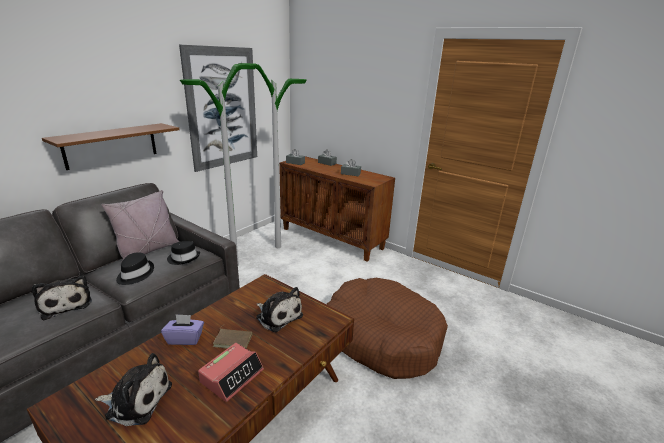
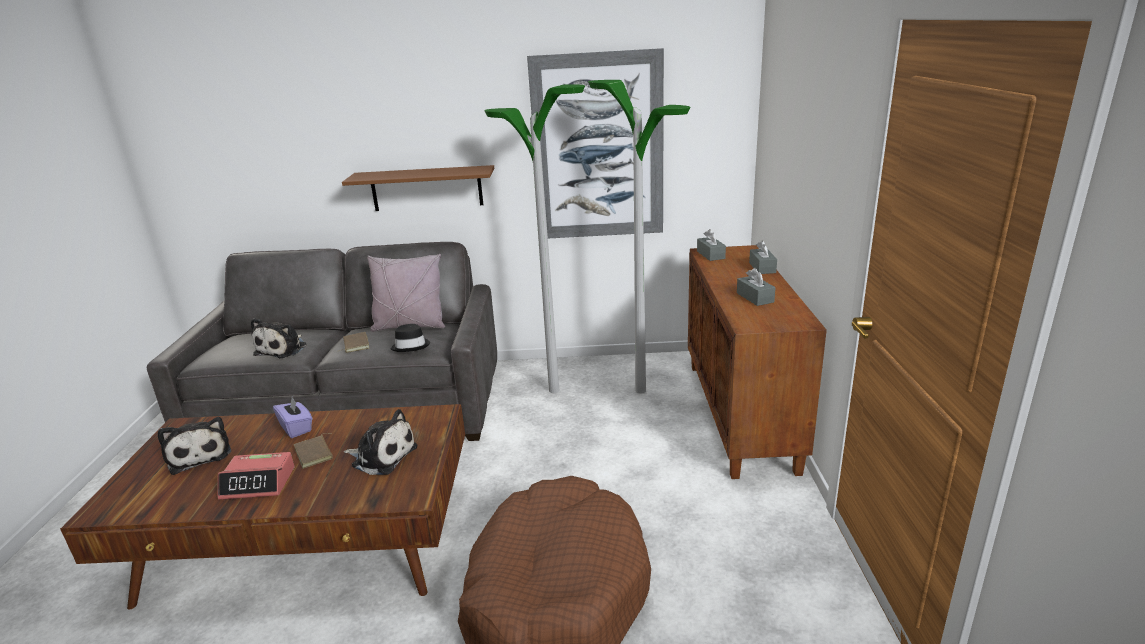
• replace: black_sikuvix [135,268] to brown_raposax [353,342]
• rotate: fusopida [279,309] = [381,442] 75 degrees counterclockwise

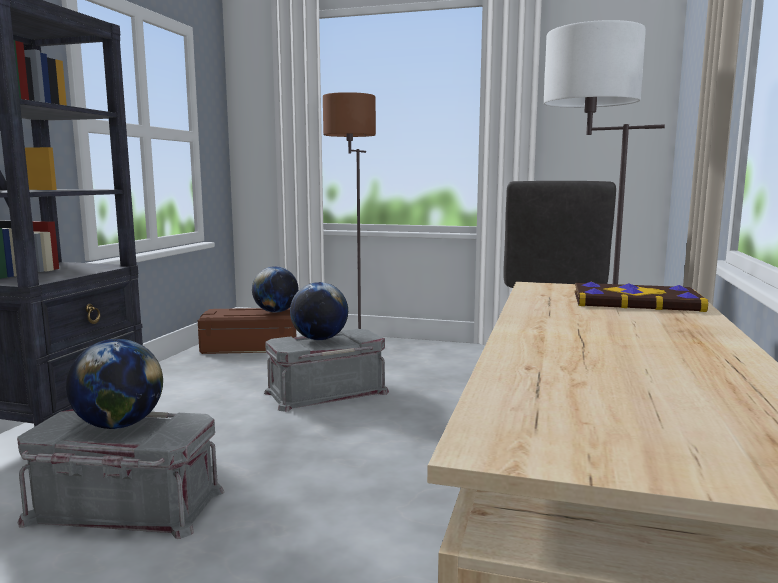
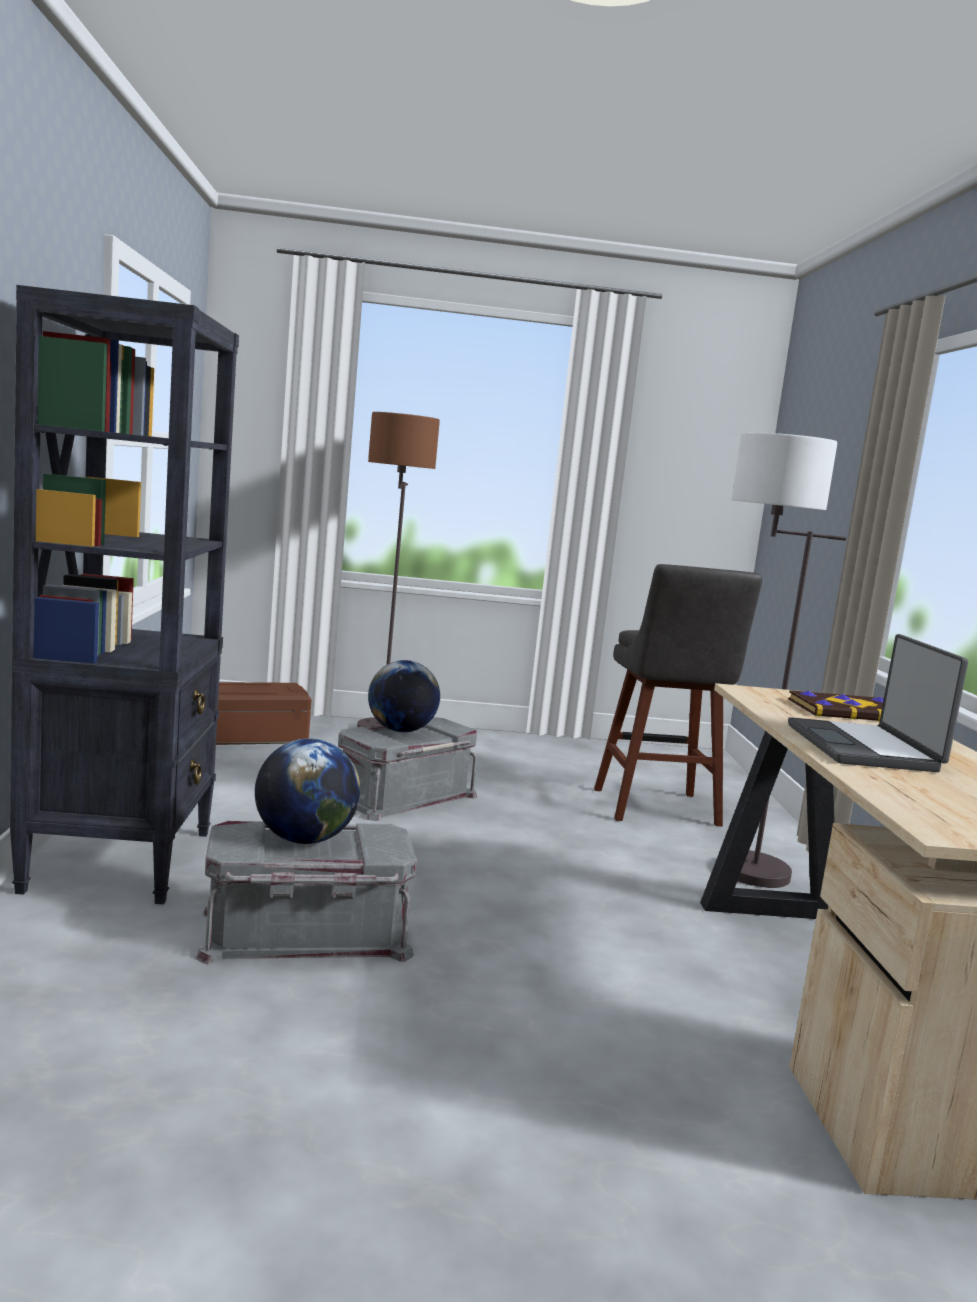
• delete: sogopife [275,289]
• insert: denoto [878,703]

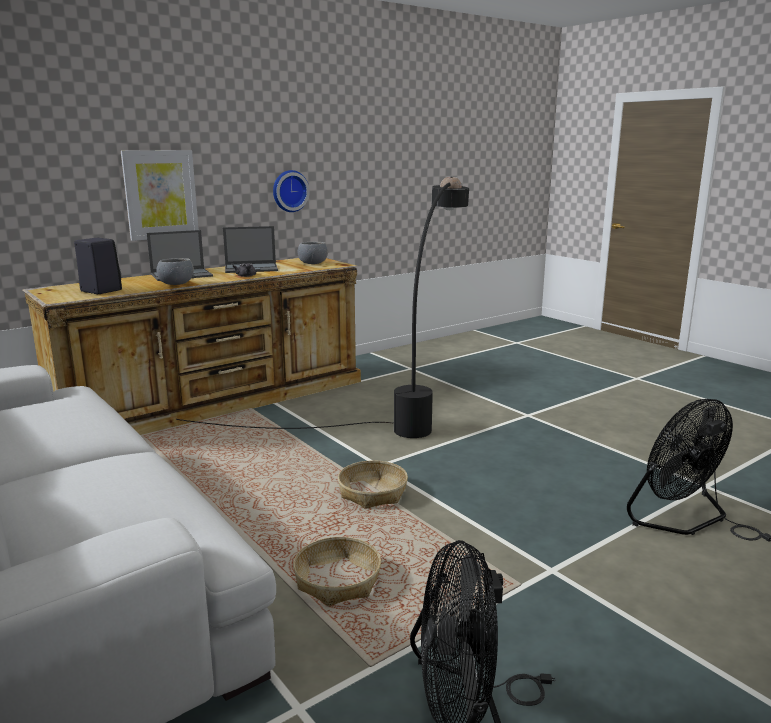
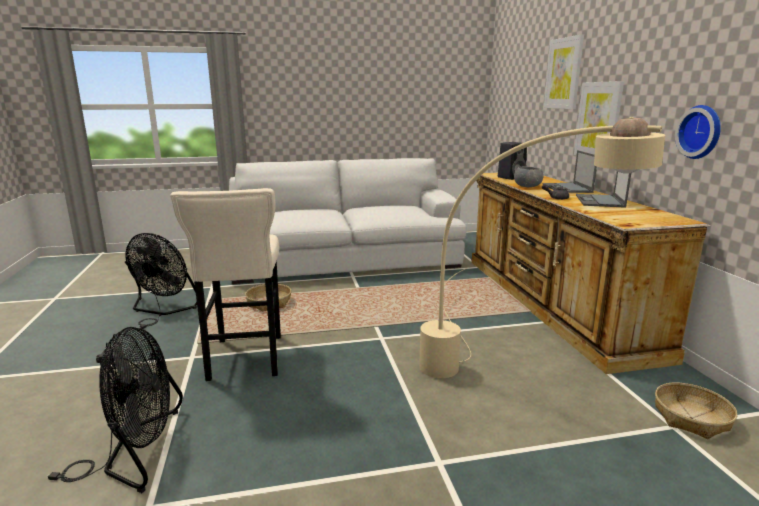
• recolor: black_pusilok [322,307] to beige_pusilok [542,247]
• delete: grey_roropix [313,253]
• move: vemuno [373,484] to [696,410]
• insert: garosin [564,71]
• insert: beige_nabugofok [225,284]

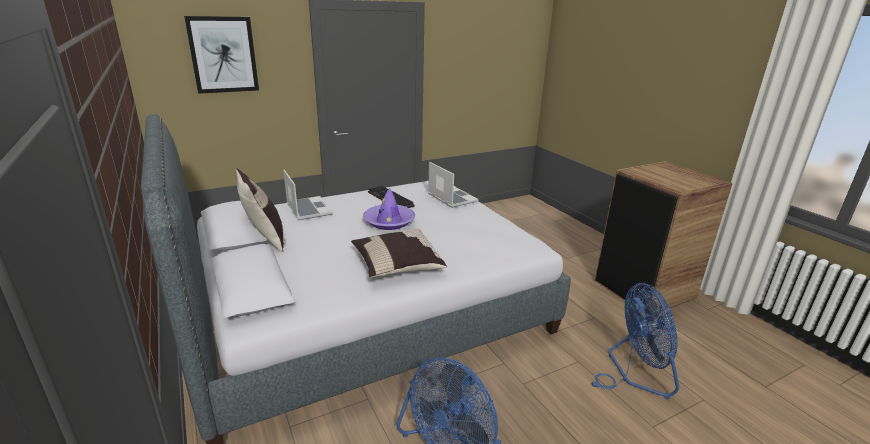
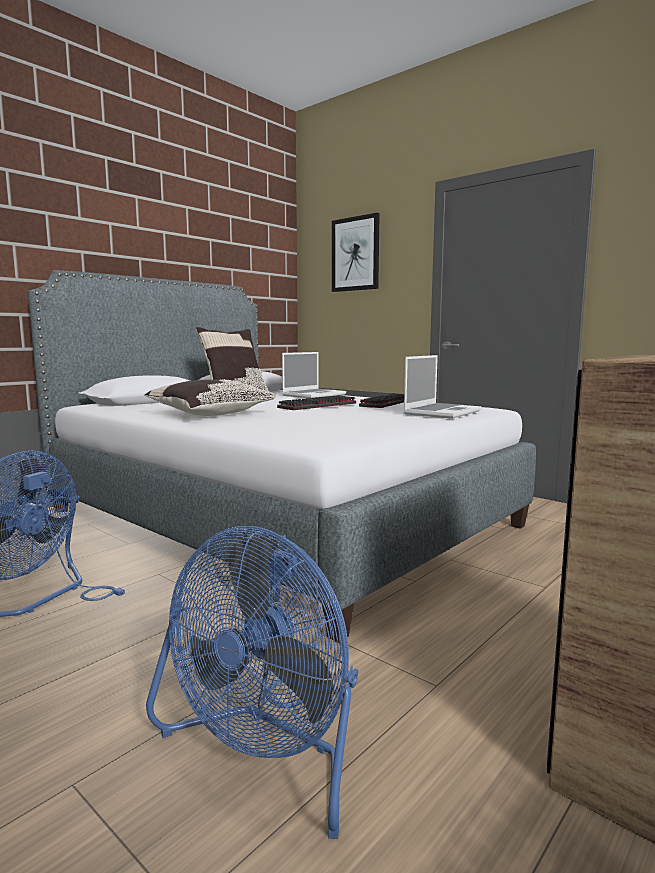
• replace: purple_sikuvix [389,208] to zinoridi [316,402]
• rotate: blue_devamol [634,341] = [252,682] 60 degrees clockwise

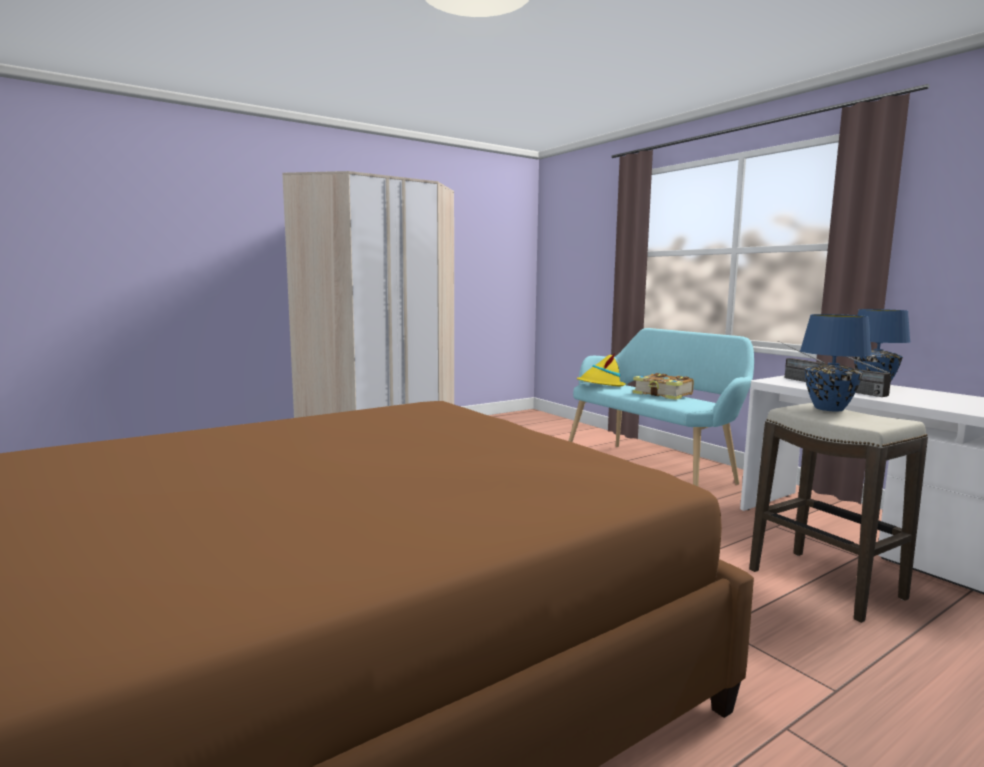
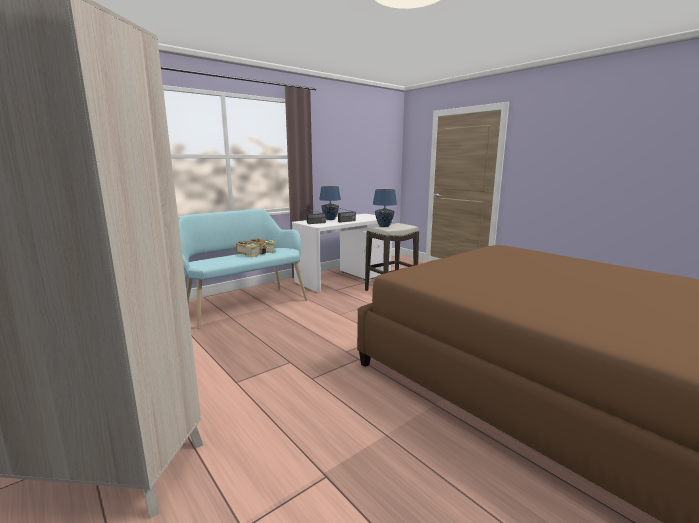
• delete: yellow_sikuvix [601,369]

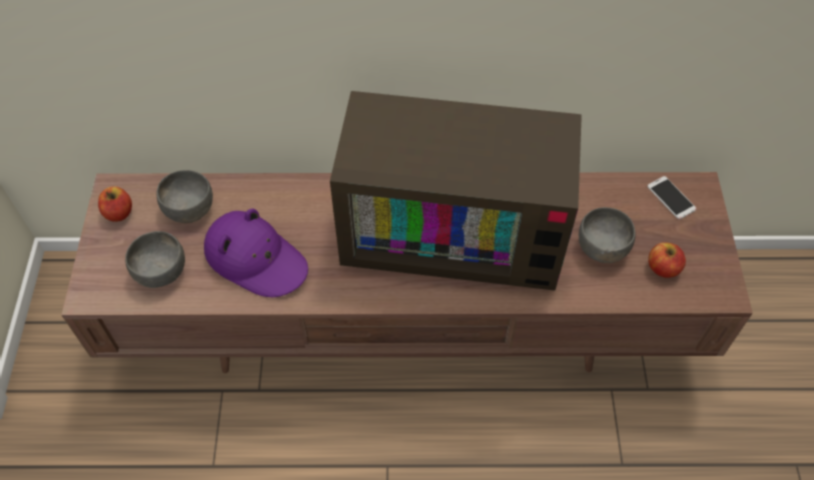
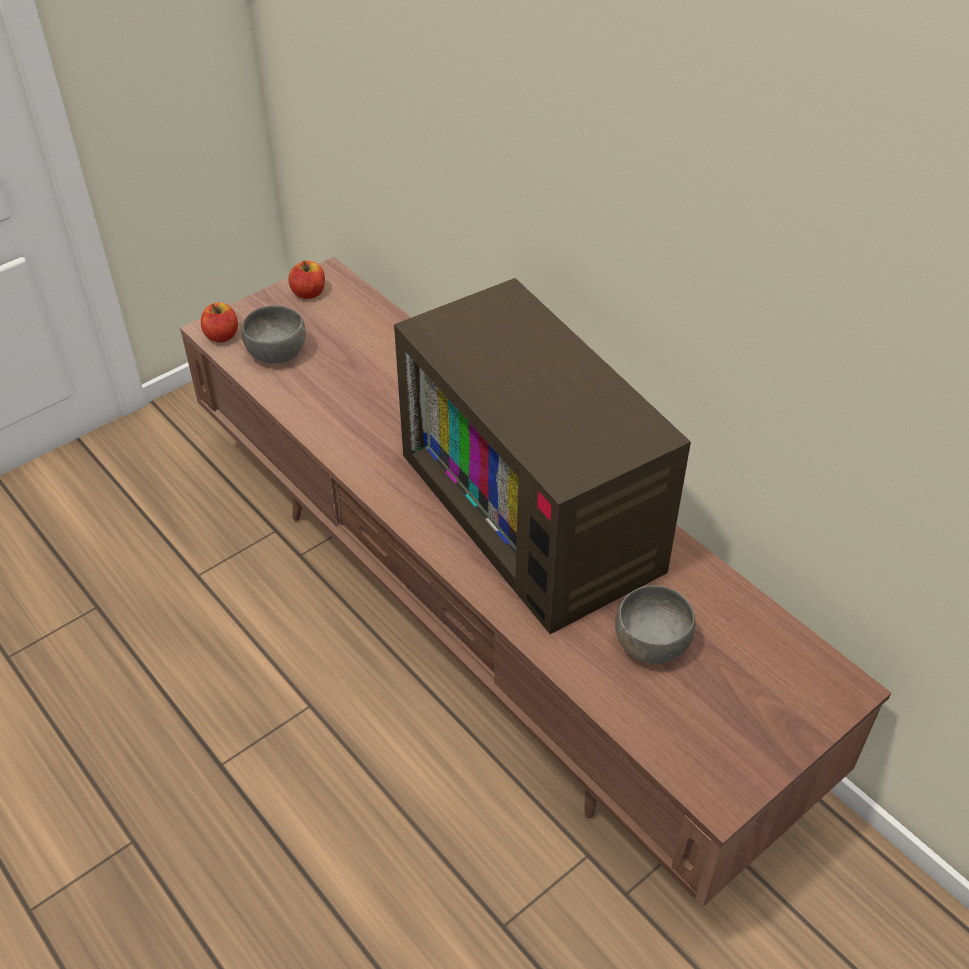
• delete: grey_roropix [185,196]
• delete: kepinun [671,197]
• delete: purple_sikuvix [256,253]
• move: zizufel [667,260] to [219,322]

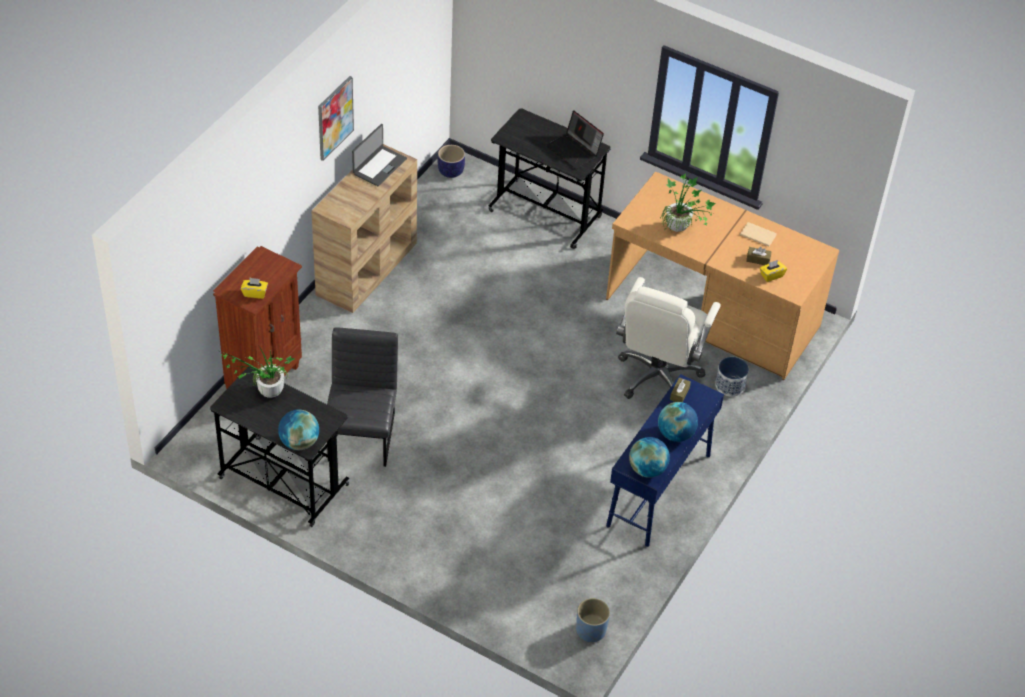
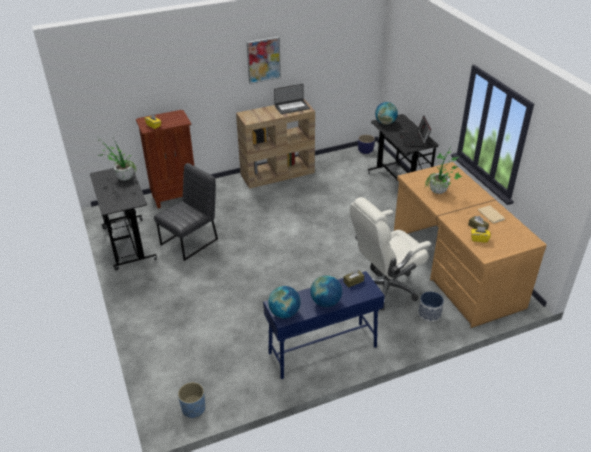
• move: sogopife [298,430] to [386,113]

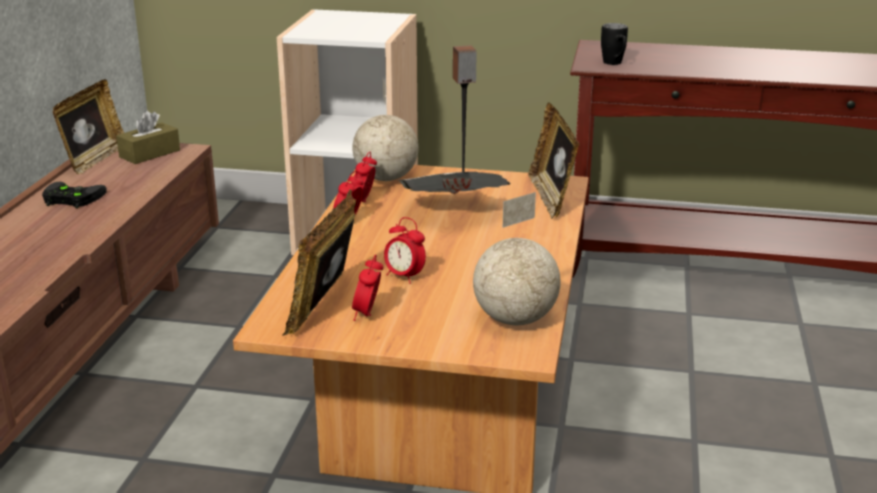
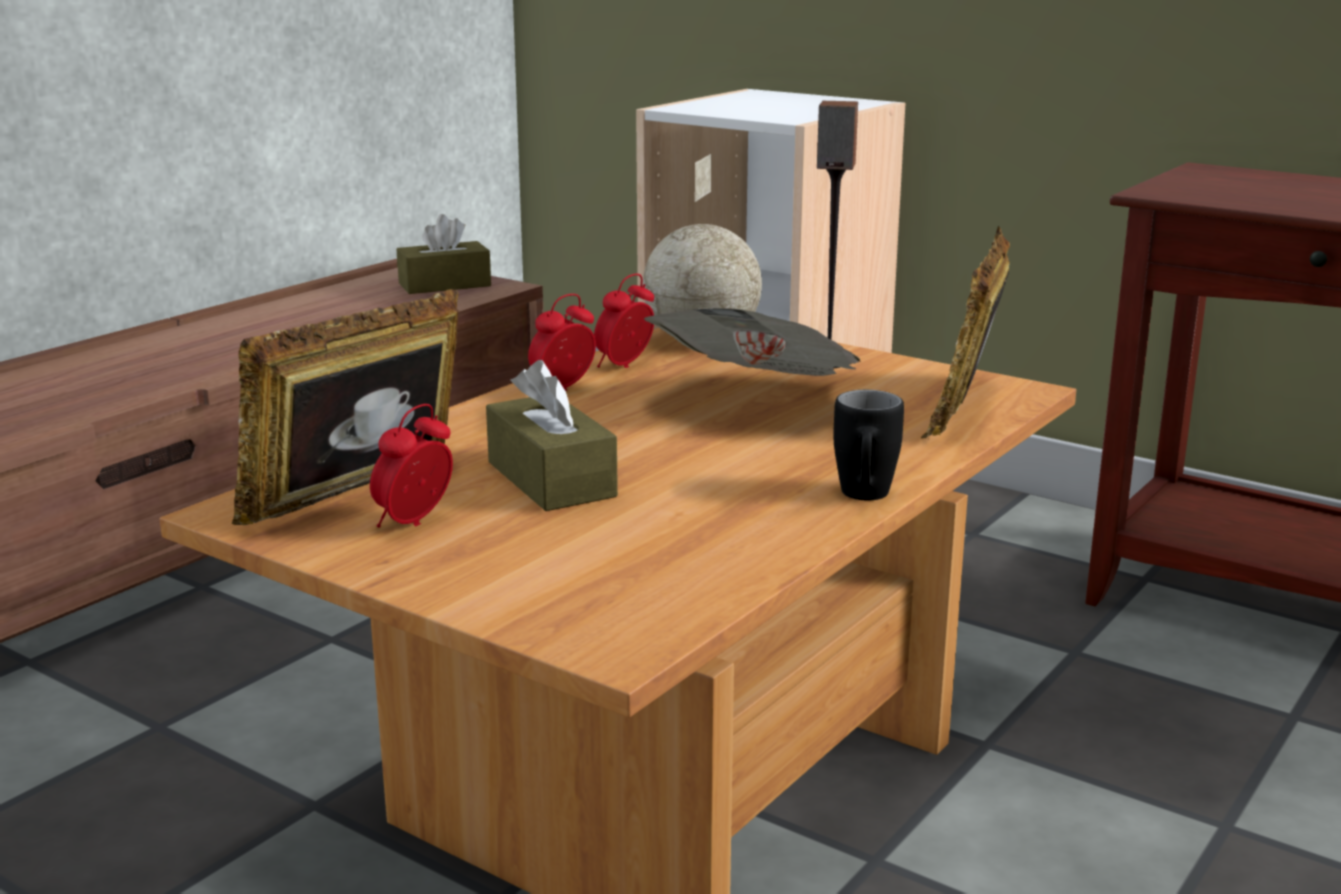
• move: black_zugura [614,44] to [868,445]
• delete: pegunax [88,126]
• delete: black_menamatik [74,195]
• delete: sogopife [517,258]
• replace: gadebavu [405,250] to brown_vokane [552,435]

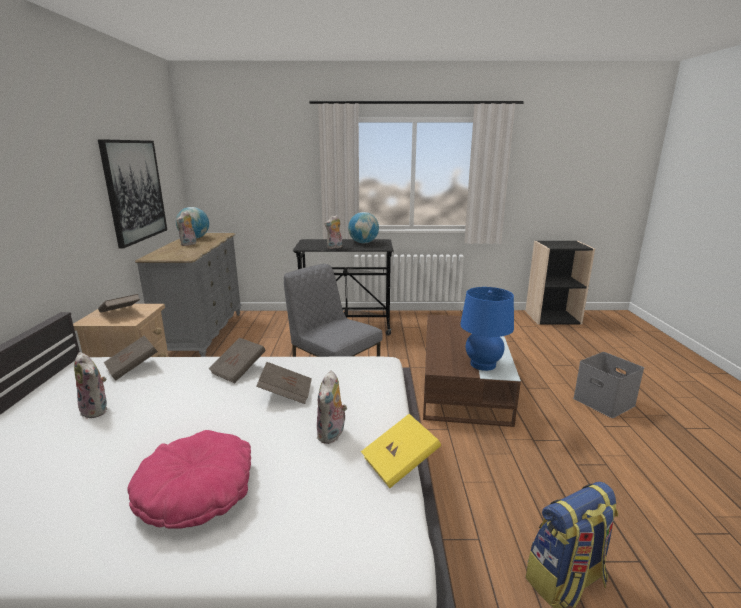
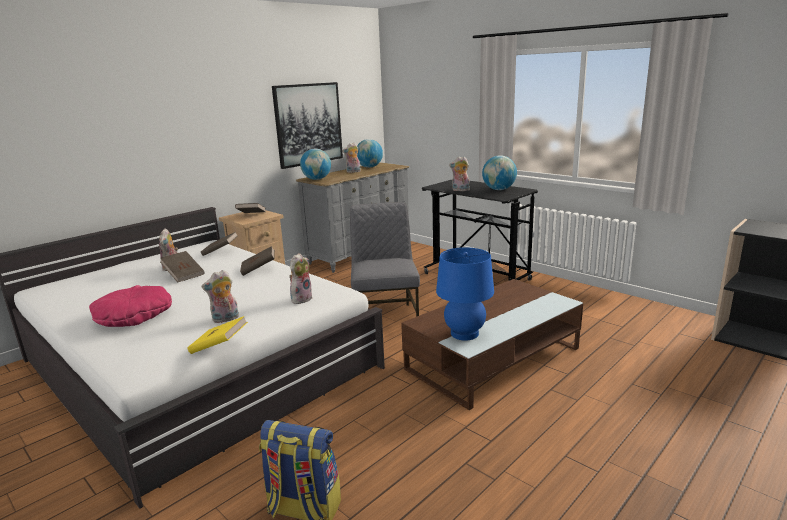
• delete: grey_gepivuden [608,385]
• move: brown_raposax [284,383] to [182,267]
• insert: sogopife [315,164]
• insert: fusopida [300,278]

